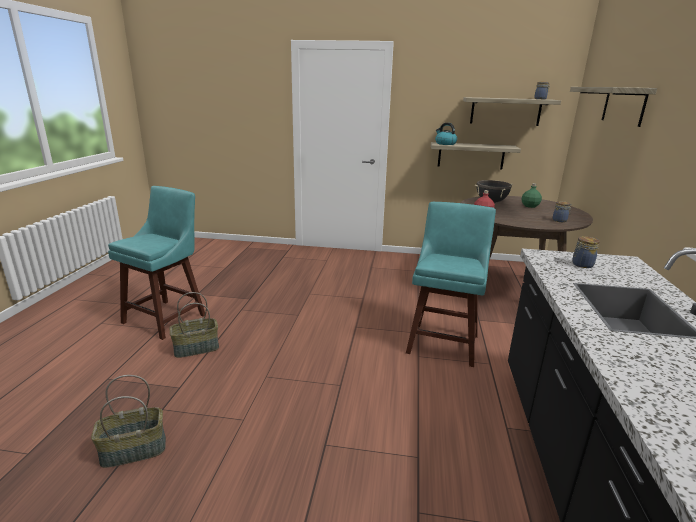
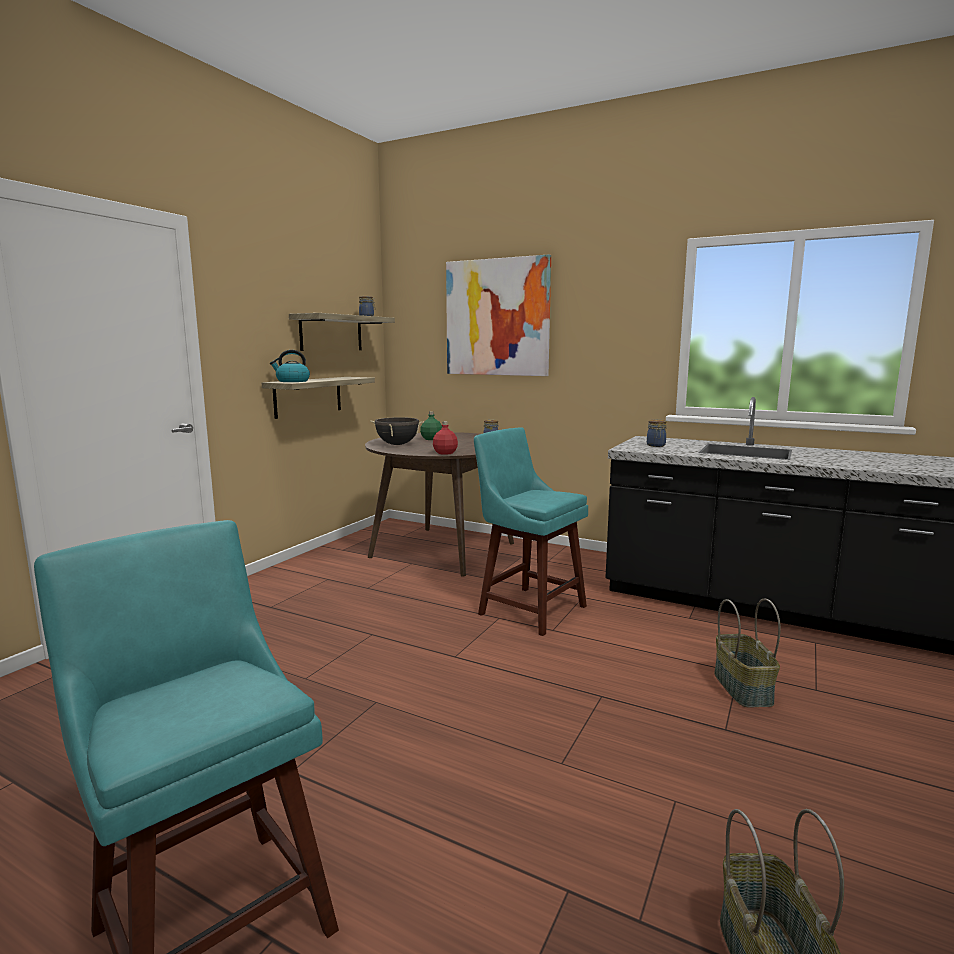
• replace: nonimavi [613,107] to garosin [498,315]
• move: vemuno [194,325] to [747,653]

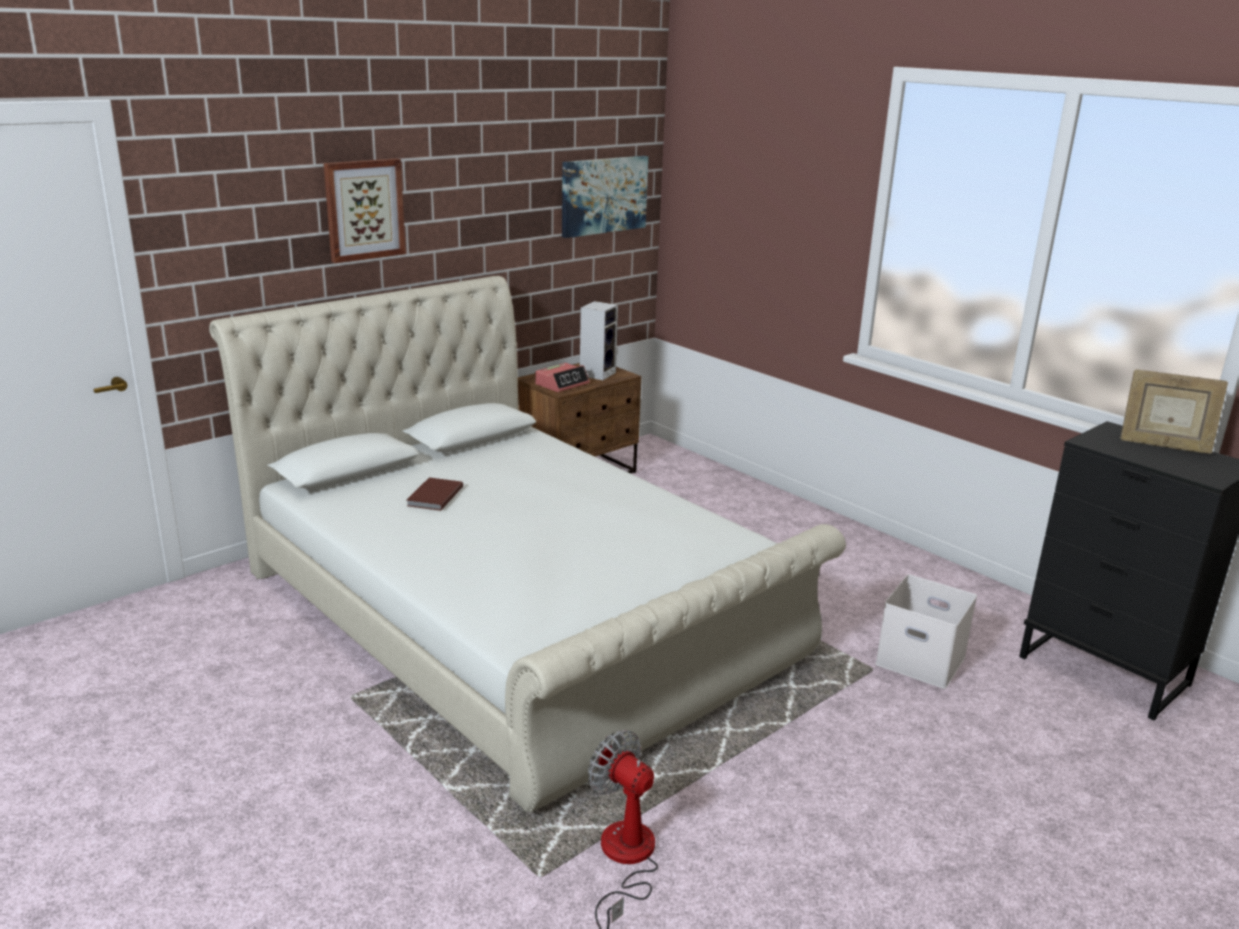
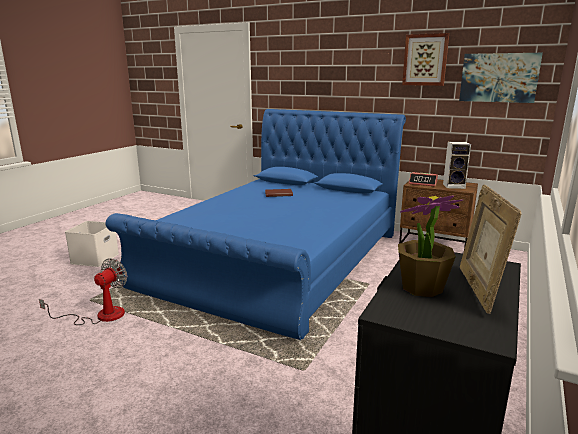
• move: garosin [365,211] to [425,59]
• recolor: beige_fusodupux [527,545] to blue_fusodupux [255,224]
• move: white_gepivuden [926,632] to [92,244]
• insert: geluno [430,246]

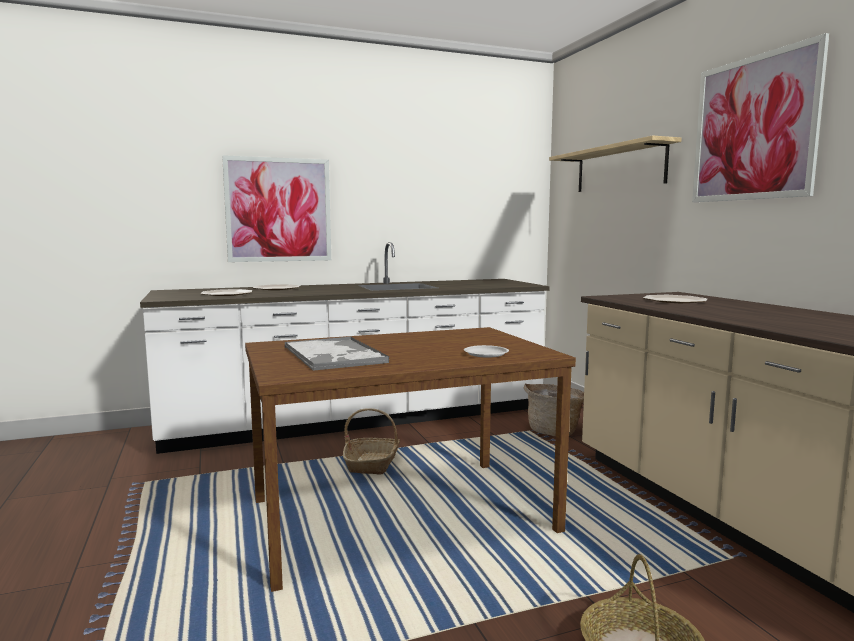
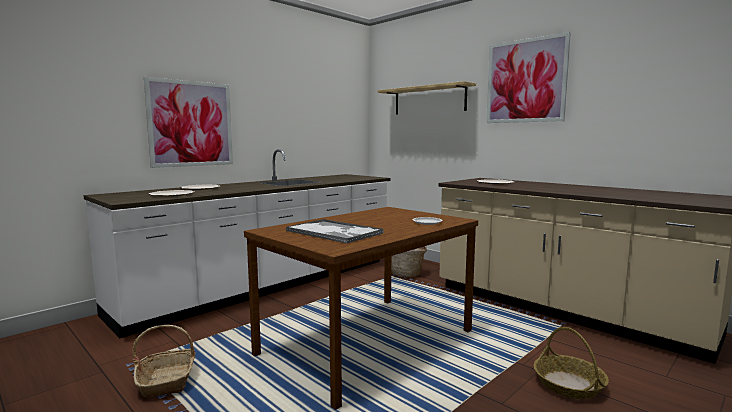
• move: vemuno [371,441] to [164,361]

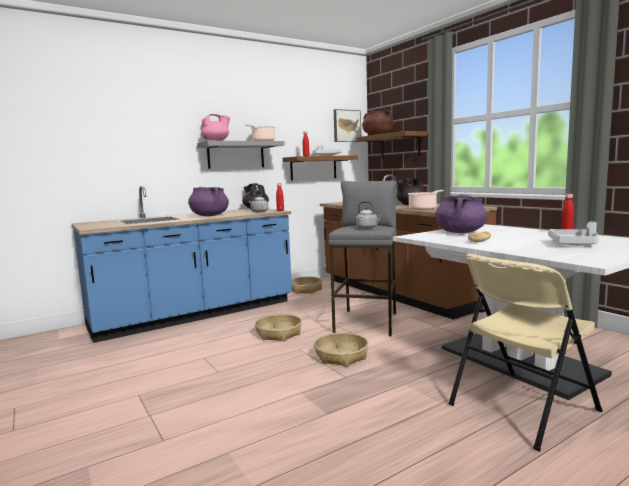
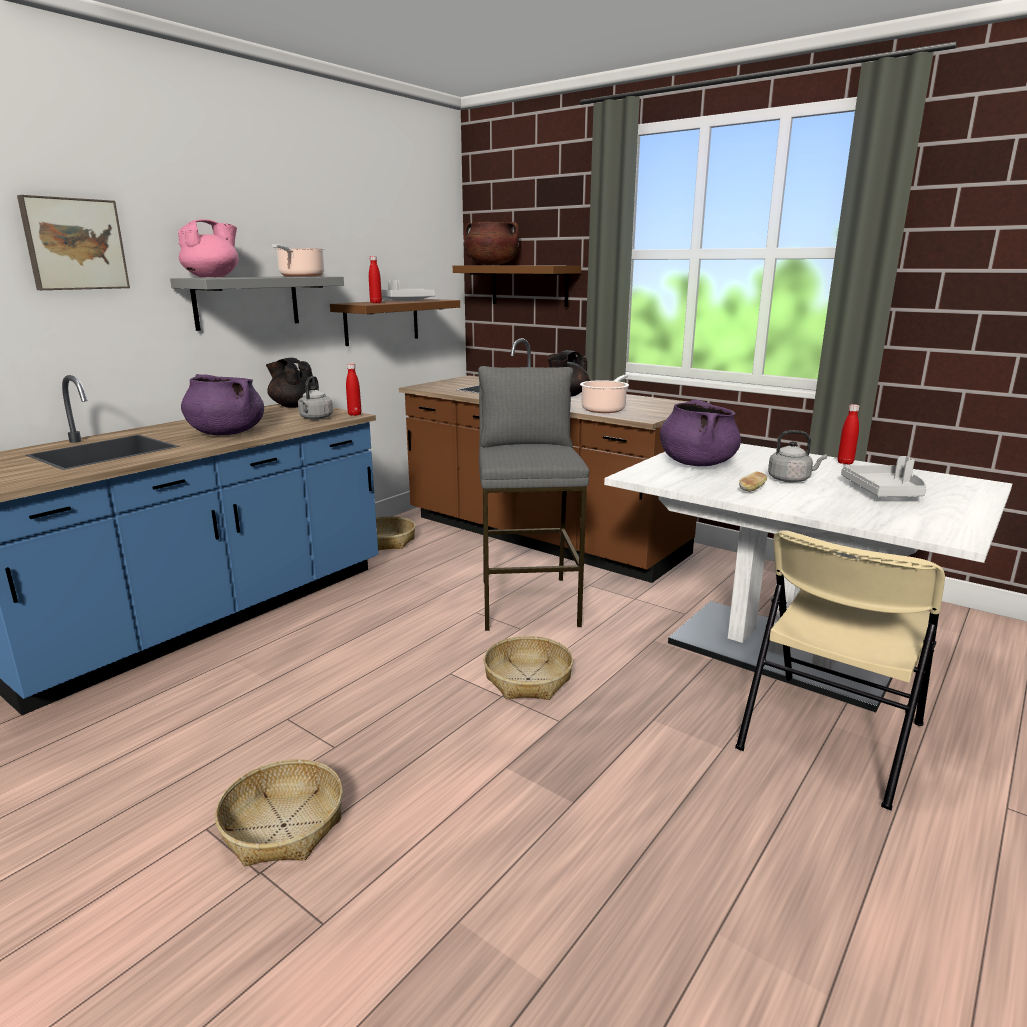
• move: garosin [347,125] to [73,242]
• move: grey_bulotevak [369,215] to [797,456]
• move: vemuno [278,327] to [279,812]

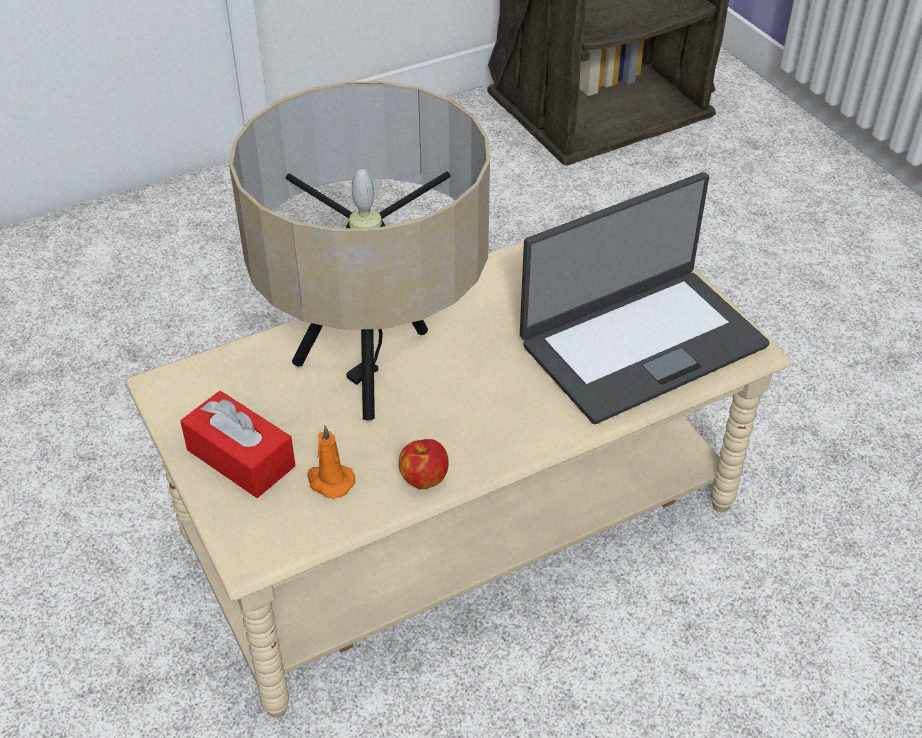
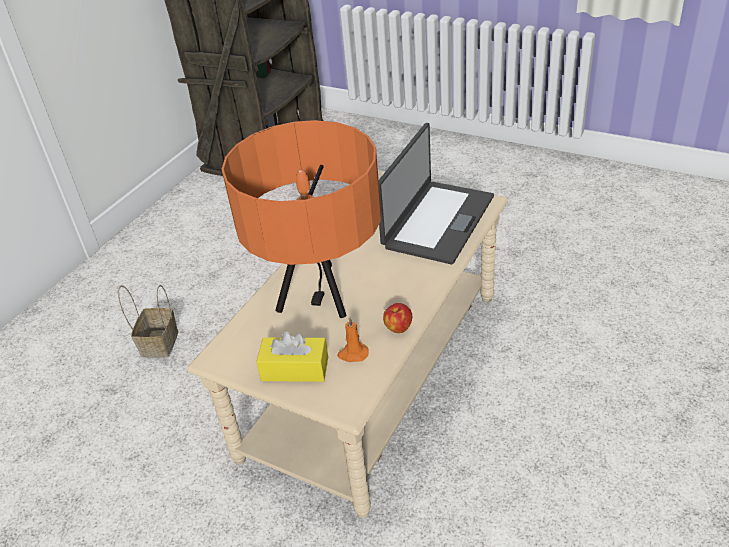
• recolor: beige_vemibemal [359,250] to orange_vemibemal [301,219]
• recolor: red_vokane [238,444] to yellow_vokane [292,356]
• insert: vemuno [148,321]

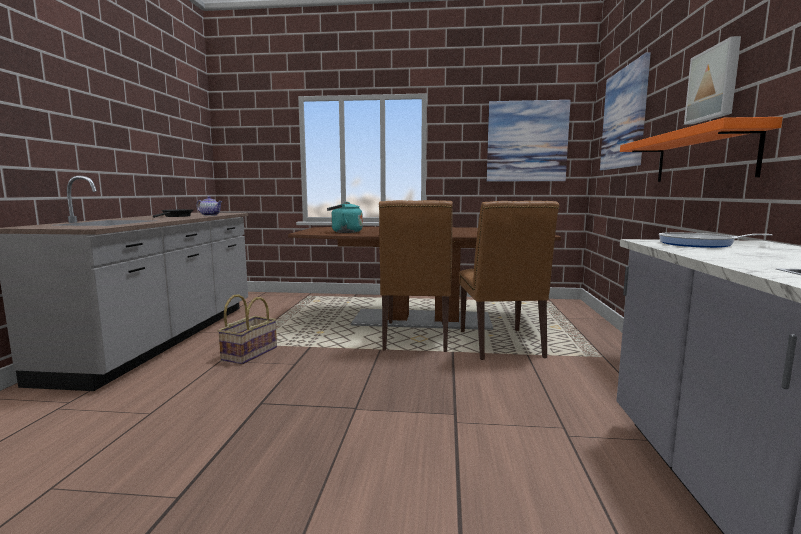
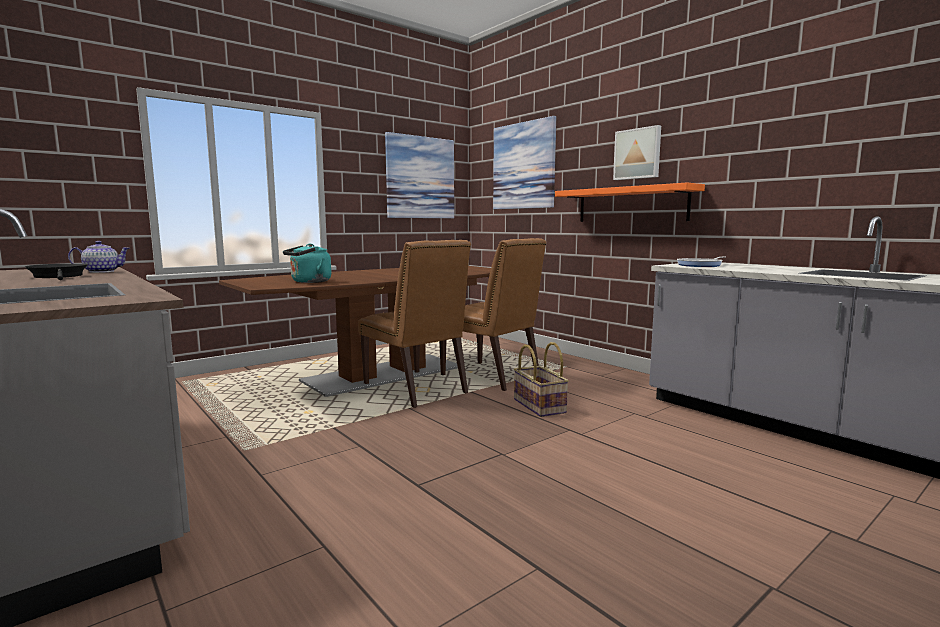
• move: vemuno [247,329] to [541,379]

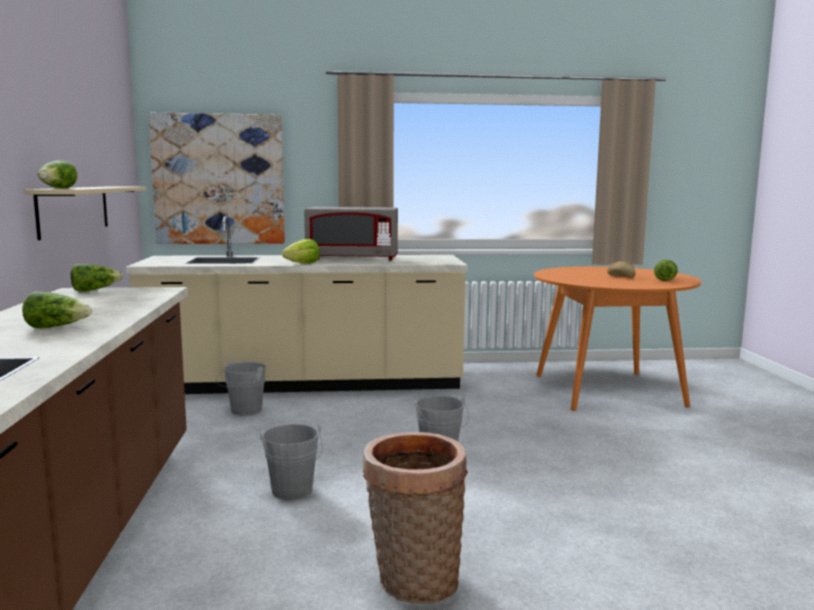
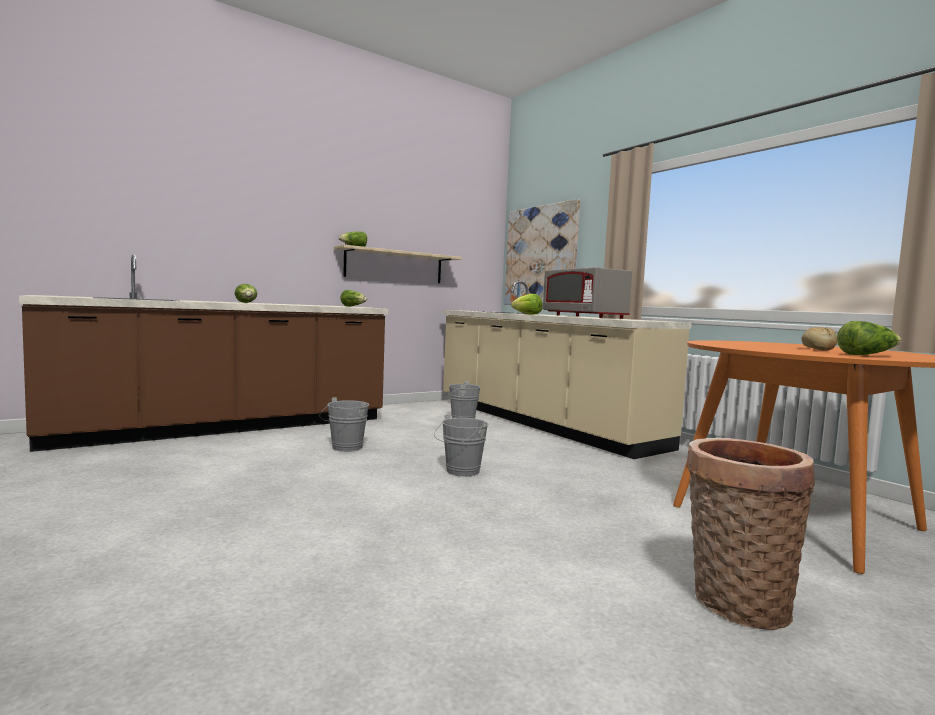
• move: vemuno [415,518] to [750,534]

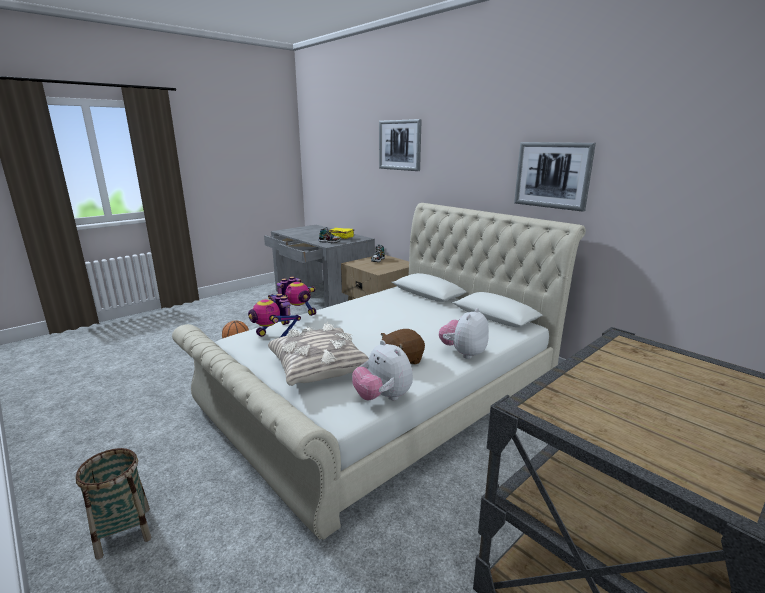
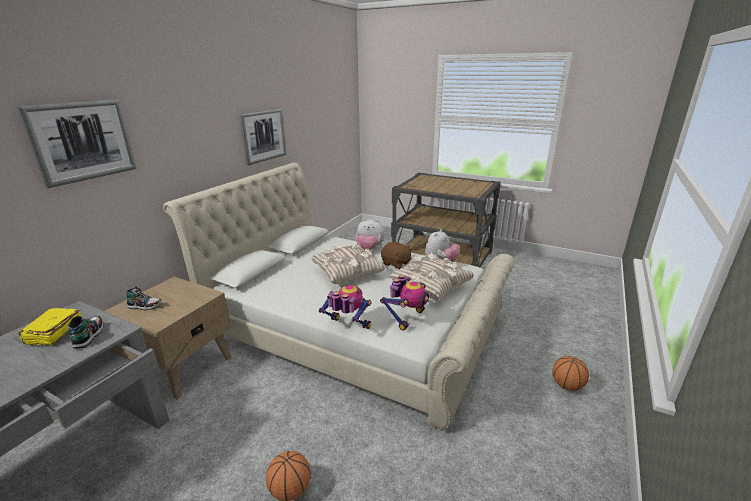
• replace: vemuno [113,504] to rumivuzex [570,373]
• insert: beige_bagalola [348,262]

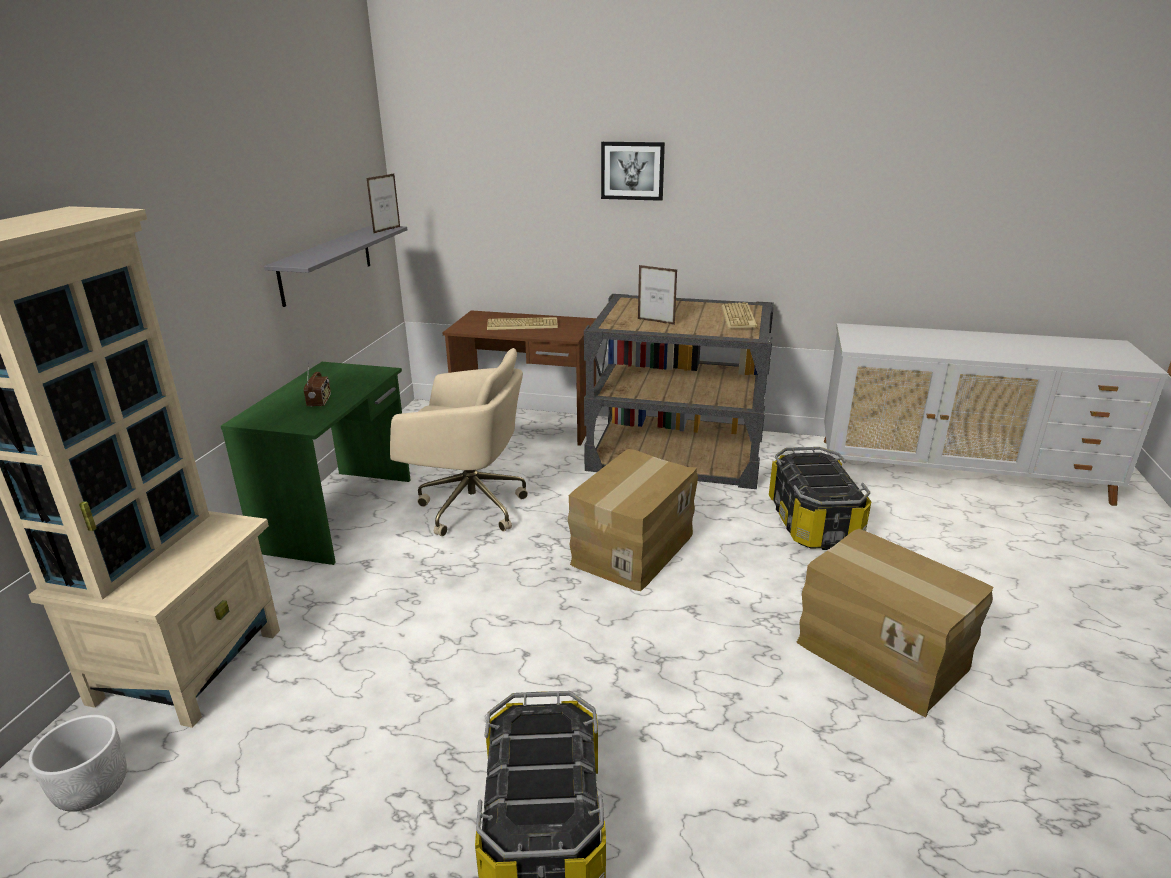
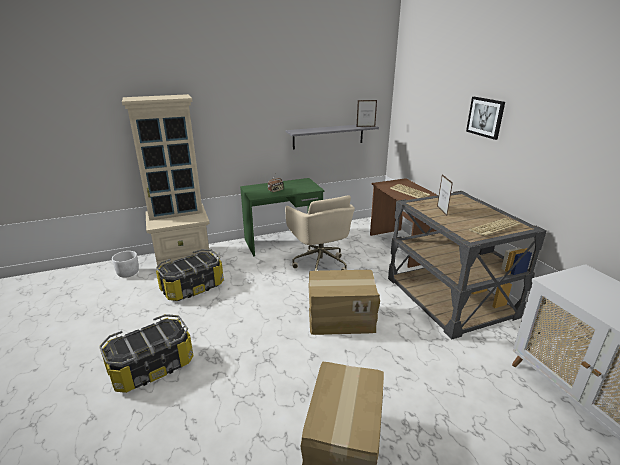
• move: gepivuden [820,498] to [190,275]

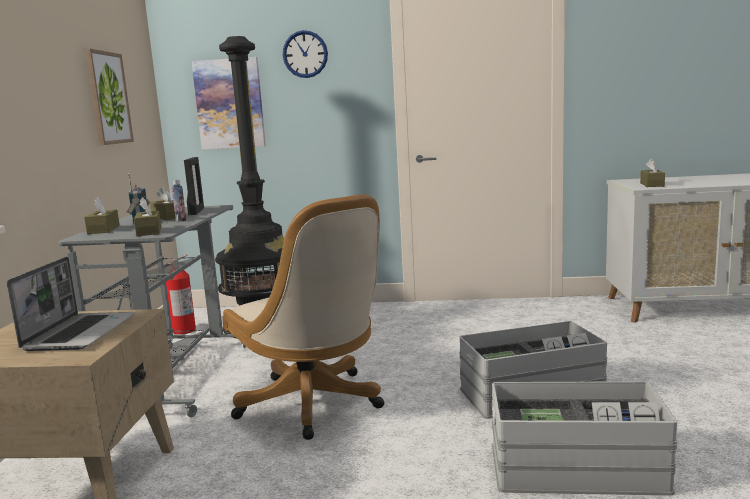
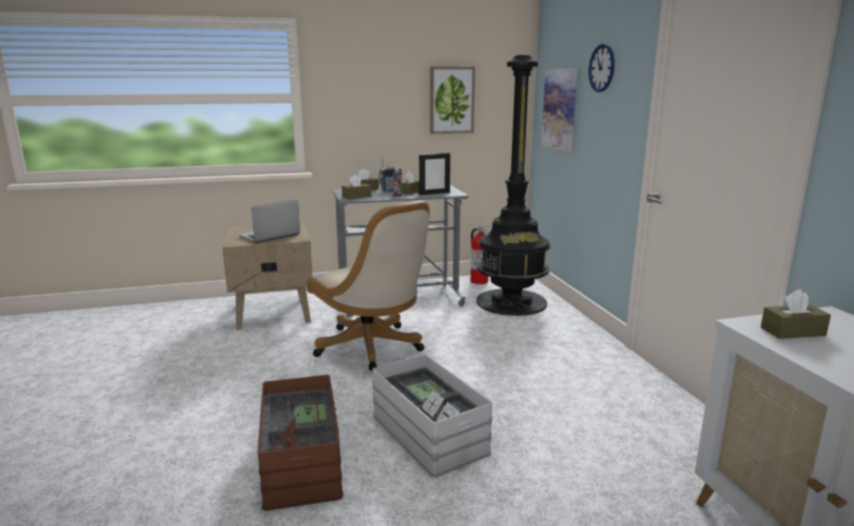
• rotate: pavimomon [303,317] = [368,286] 75 degrees counterclockwise
• rotate: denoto [71,304] = [269,221] 150 degrees clockwise
• recolor: grey_gepivuden [584,438] to brown_gepivuden [300,443]

